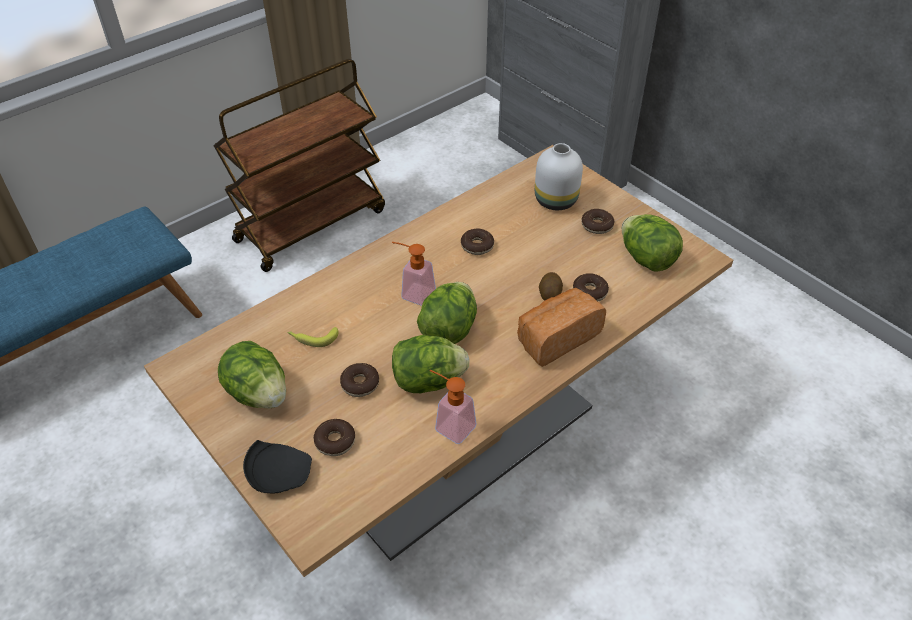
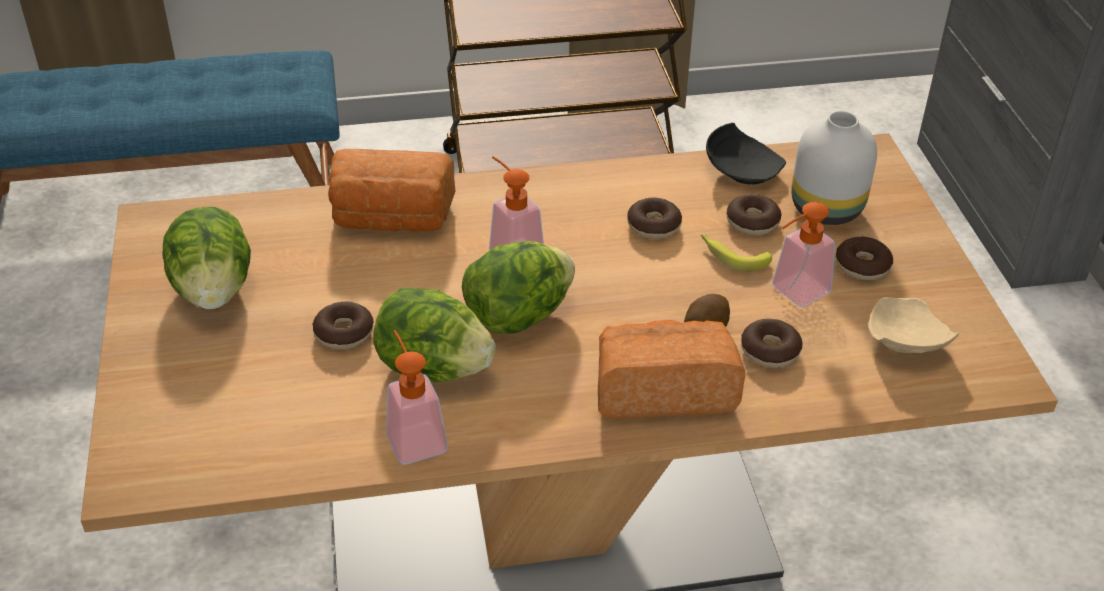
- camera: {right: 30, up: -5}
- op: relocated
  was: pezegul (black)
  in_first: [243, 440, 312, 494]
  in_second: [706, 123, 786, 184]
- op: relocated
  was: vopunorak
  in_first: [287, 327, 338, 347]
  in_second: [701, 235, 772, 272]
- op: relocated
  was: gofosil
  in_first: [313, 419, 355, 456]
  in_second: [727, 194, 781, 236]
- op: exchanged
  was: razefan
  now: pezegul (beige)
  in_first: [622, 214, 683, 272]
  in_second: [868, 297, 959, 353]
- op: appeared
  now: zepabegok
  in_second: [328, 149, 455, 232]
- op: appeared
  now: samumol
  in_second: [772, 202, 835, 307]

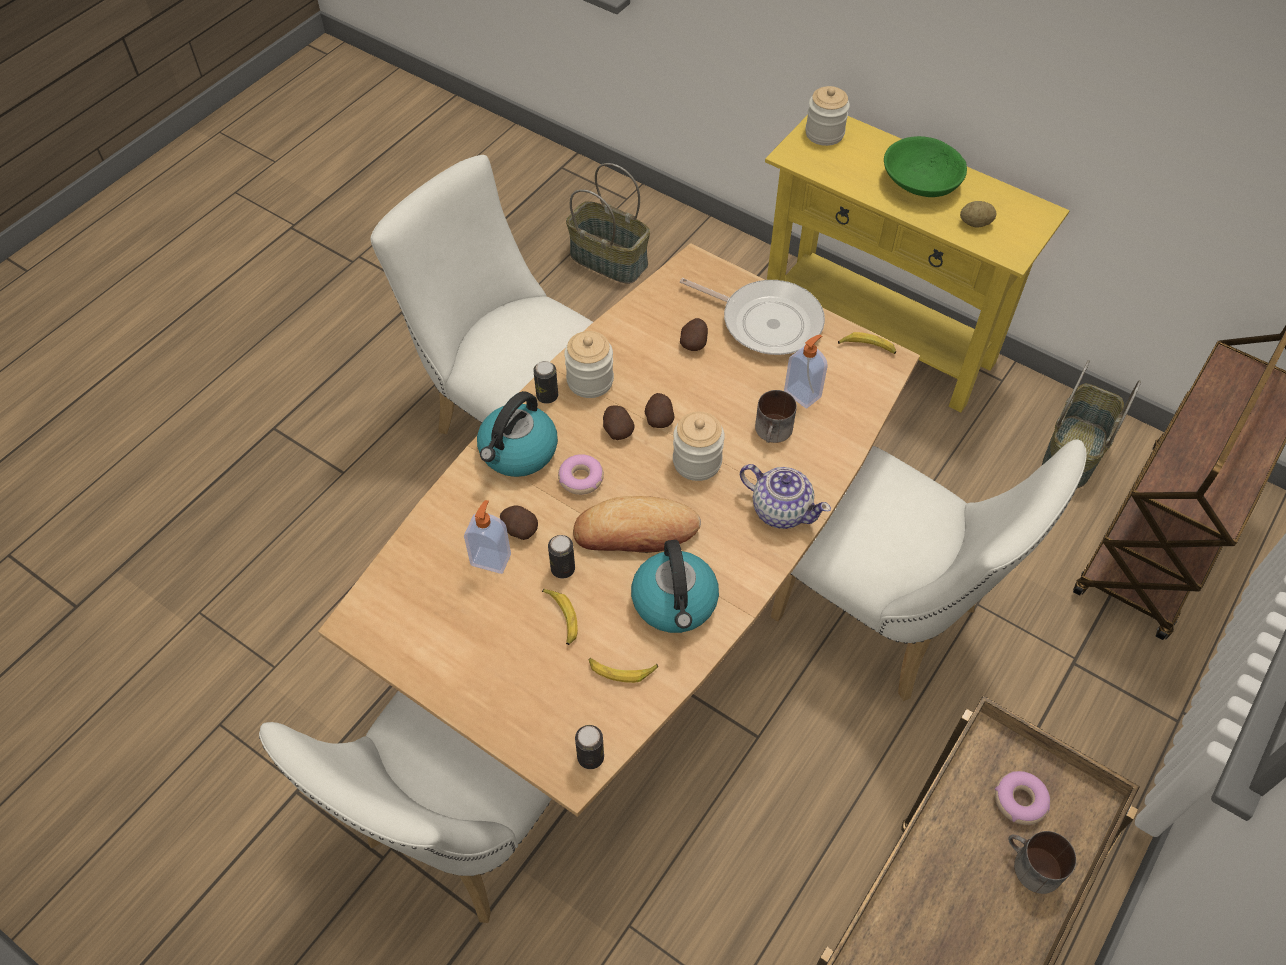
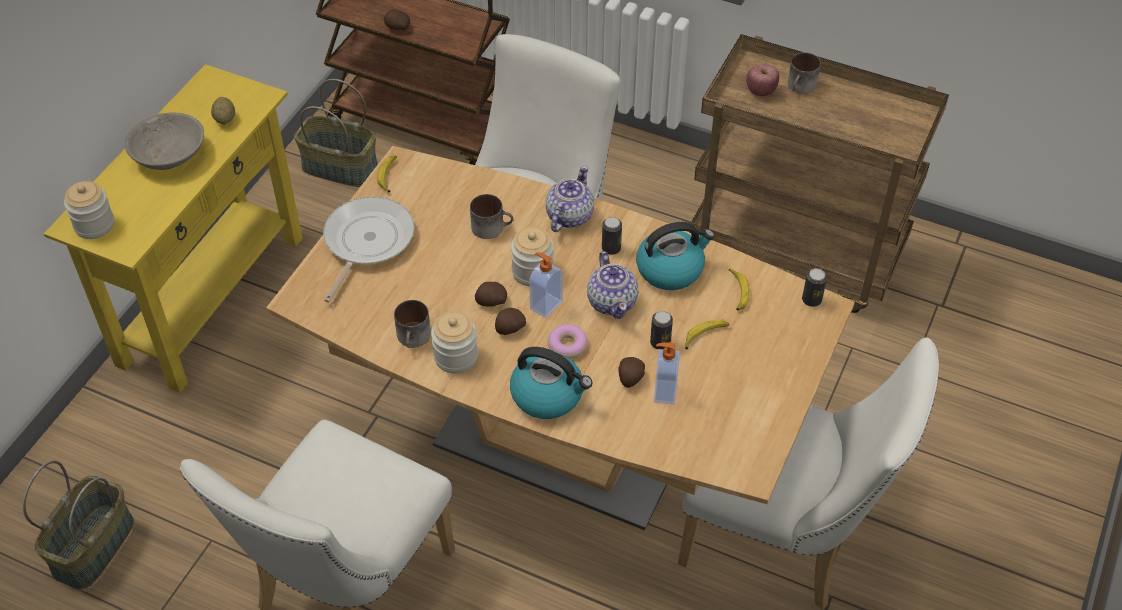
- camera: {right: -100, up: -5}
- op: relocated
  was: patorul
  in_first: [533, 361, 558, 404]
  in_second: [602, 217, 622, 255]
- op: exchanged
  was: zepabegok
  now: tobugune
  in_first: [573, 496, 701, 553]
  in_second: [587, 251, 638, 319]
- op: relocated
  was: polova
  in_first: [680, 318, 708, 351]
  in_second: [384, 9, 410, 30]
- op: relocated
  was: samumol
  in_first: [784, 335, 828, 409]
  in_second: [529, 252, 563, 318]
- op: colour
  was: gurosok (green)
  now: gurosok (grey)
  in_first: [884, 136, 967, 197]
  in_second: [125, 113, 204, 170]
- op: exchanged
  was: gofosil
  now: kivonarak
  in_first: [995, 771, 1050, 825]
  in_second: [746, 64, 779, 96]
- op: appeared
  now: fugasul
  in_second: [394, 300, 431, 348]

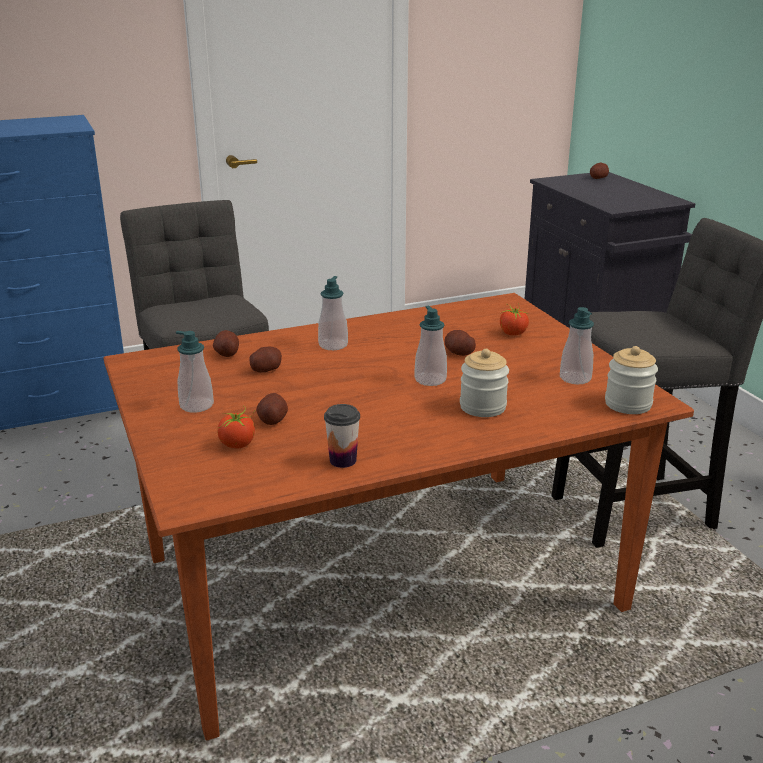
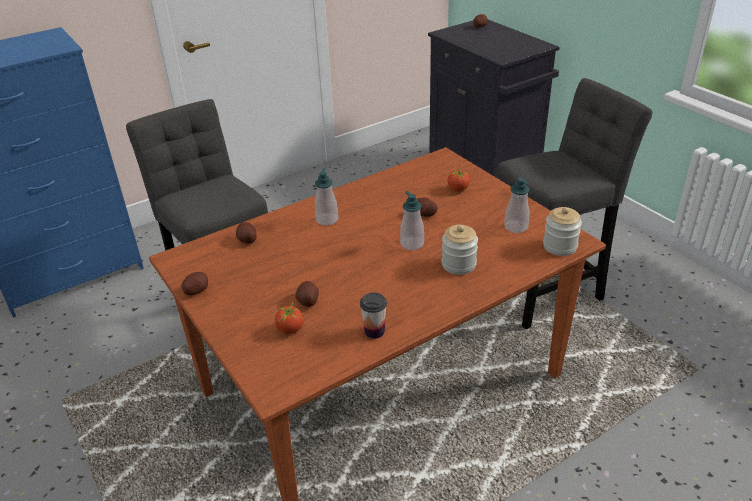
- camera: {right: -10, up: 10}
- op: missing
  was: samumol
  in_first: [176, 331, 214, 413]
- op: relocated
  was: polova
  in_first: [250, 347, 282, 373]
  in_second: [181, 272, 208, 295]

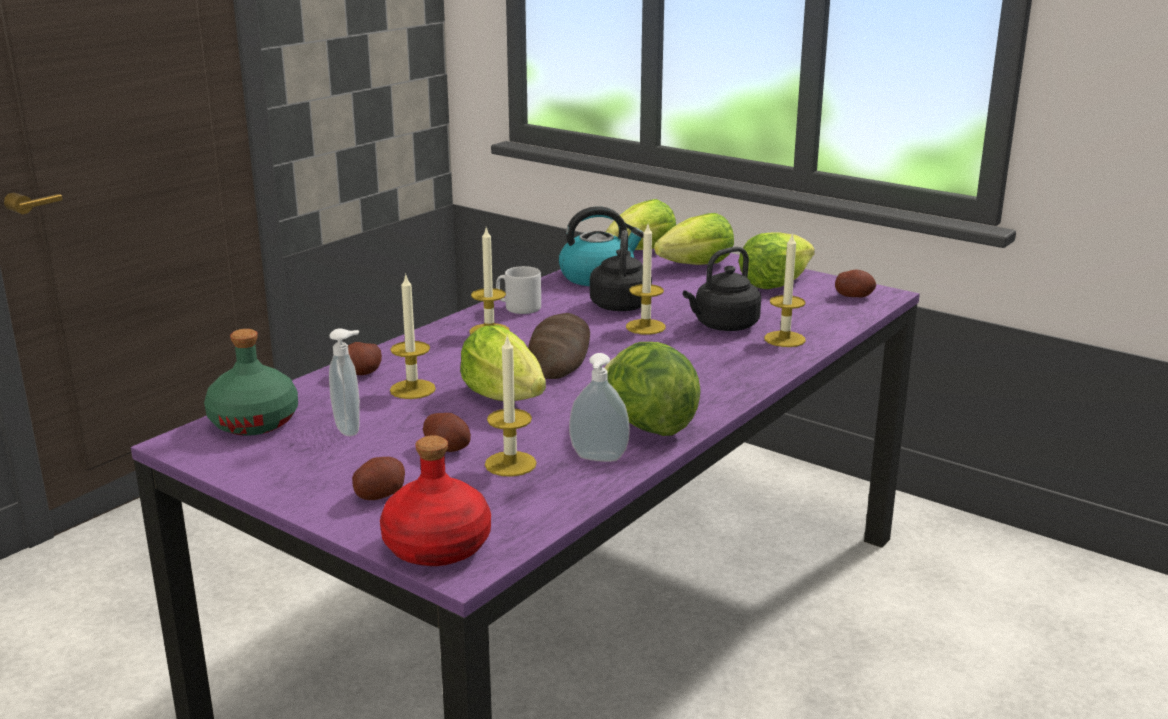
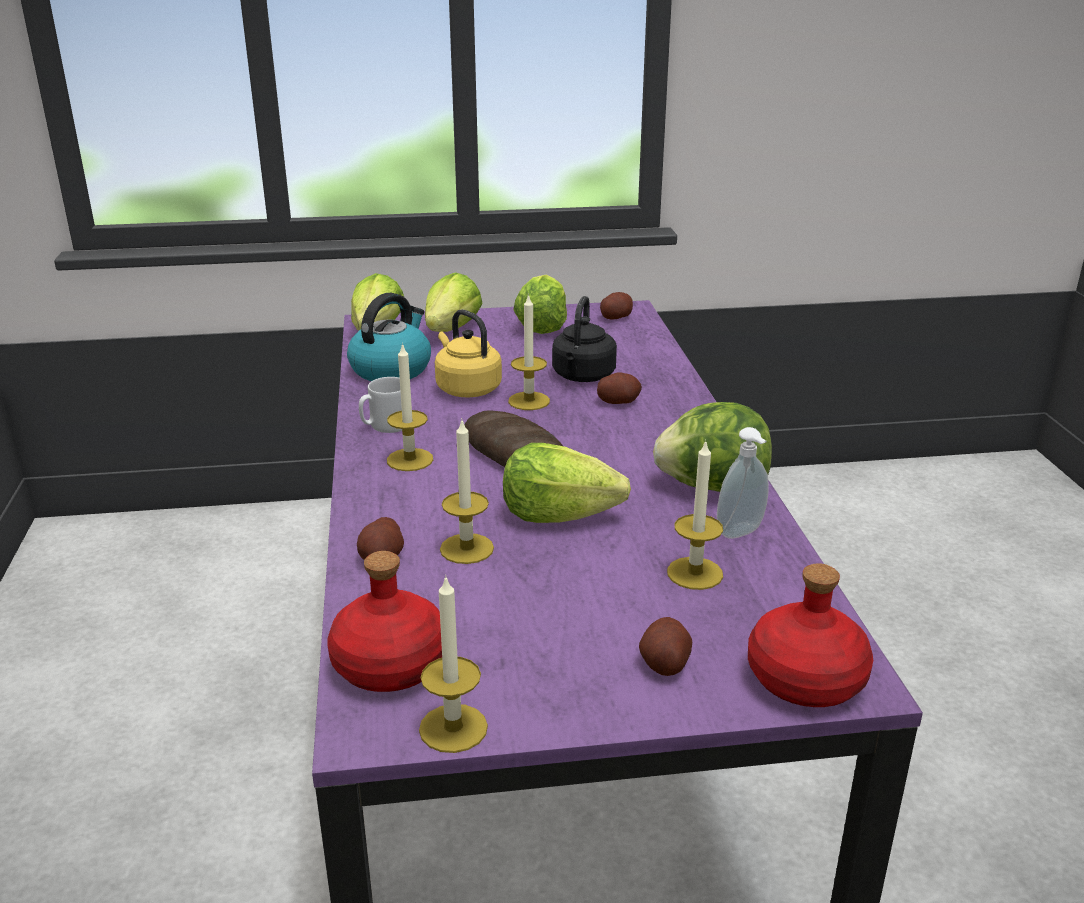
- camera: {right: -45, up: 5}
- op: colour
  was: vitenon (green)
  now: vitenon (red)
  in_first: [204, 329, 298, 436]
  in_second: [327, 551, 442, 692]
- op: missing
  was: samumol
  in_first: [329, 328, 360, 436]
- op: relocated
  was: polova
  in_first: [423, 413, 471, 452]
  in_second: [597, 372, 642, 404]
- op: colour
  was: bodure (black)
  now: bodure (yellow)
  in_first: [590, 230, 652, 311]
  in_second: [435, 309, 502, 397]
- op: relocated
  was: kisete
  in_first: [764, 232, 806, 347]
  in_second: [419, 575, 488, 753]

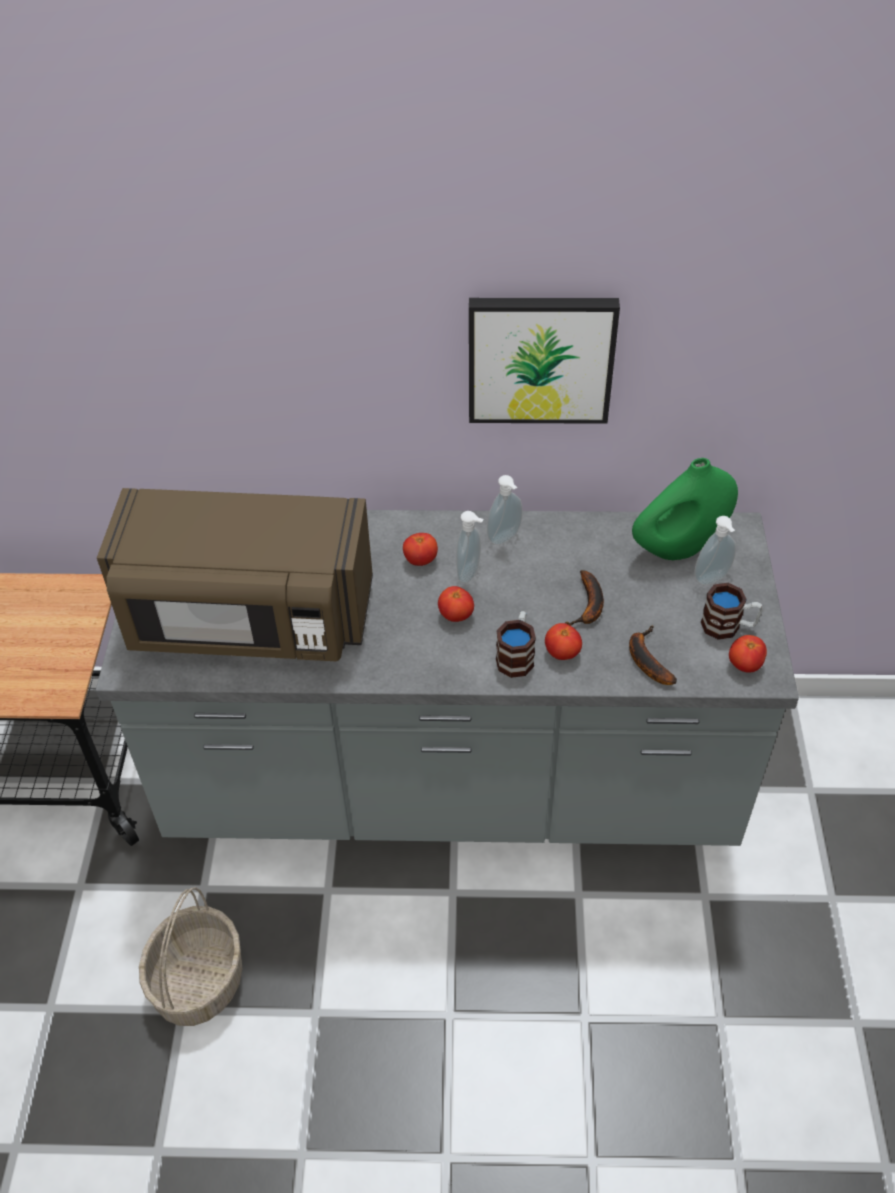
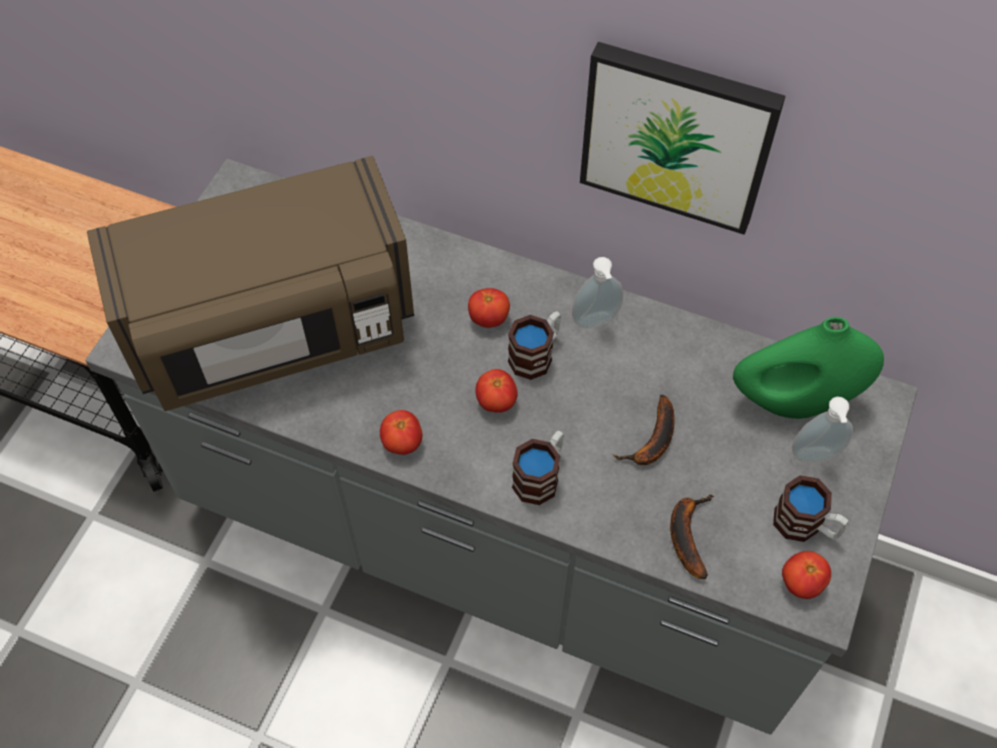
- camera: {right: 20, up: 10}
- op: spun
  was: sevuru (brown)
  in_first: [97, 488, 373, 661]
  in_second: [87, 156, 414, 411]
  clockwise: -45
- op: missing
  was: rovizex
  in_first: [139, 887, 242, 1026]
- op: exchanged
  was: samumol
  now: fugasul
  in_first: [456, 511, 483, 583]
  in_second: [508, 311, 561, 380]
- op: relocated
  was: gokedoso
  in_first: [545, 623, 582, 660]
  in_second: [380, 410, 423, 455]

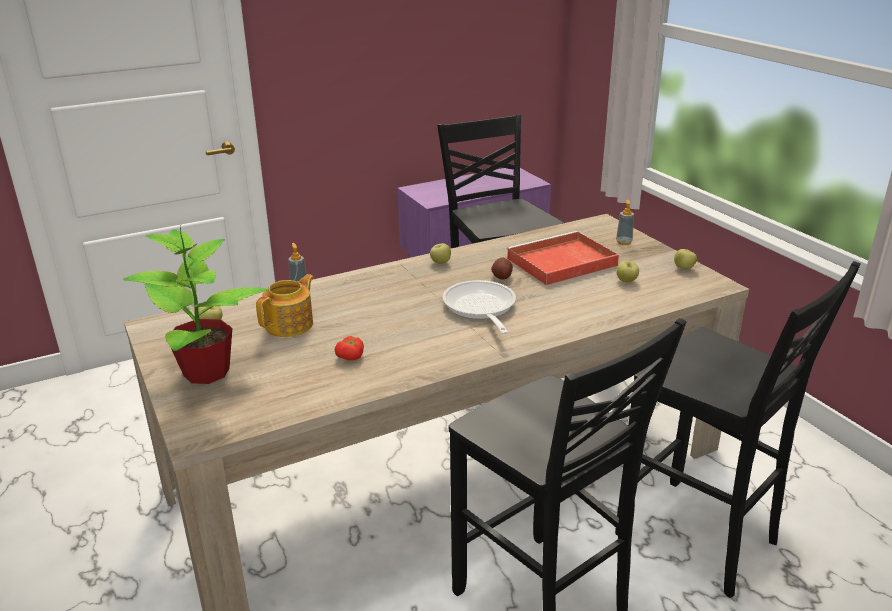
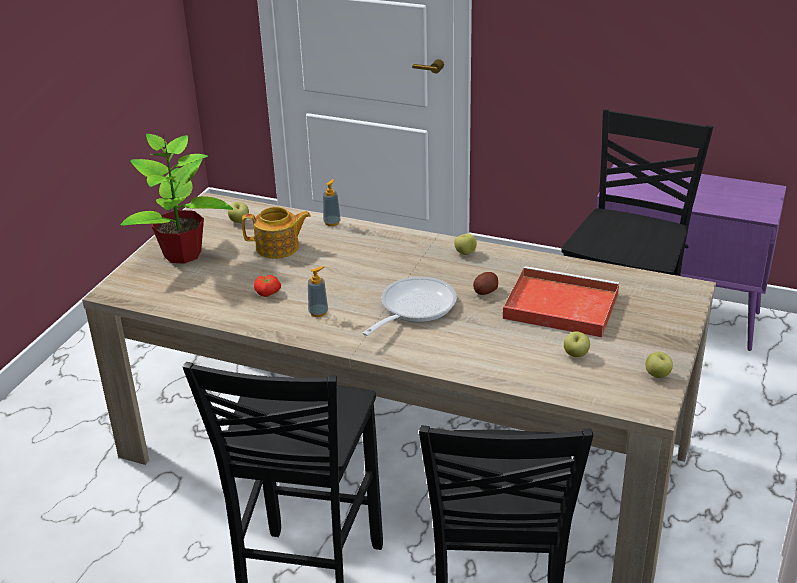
- camera: {right: 50, up: 5}
- op: relocated
  was: samumol
  in_first: [616, 200, 634, 245]
  in_second: [308, 266, 328, 317]

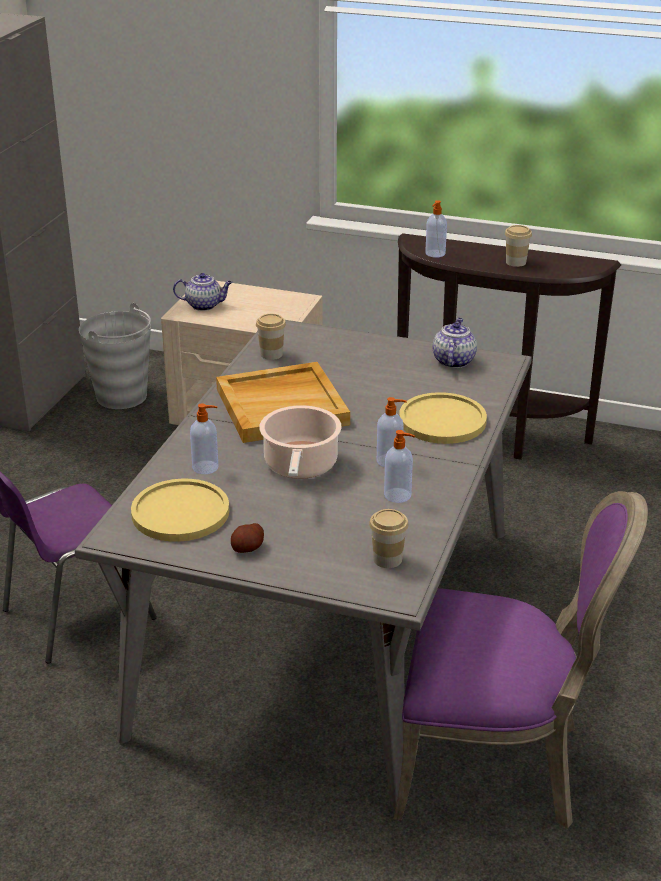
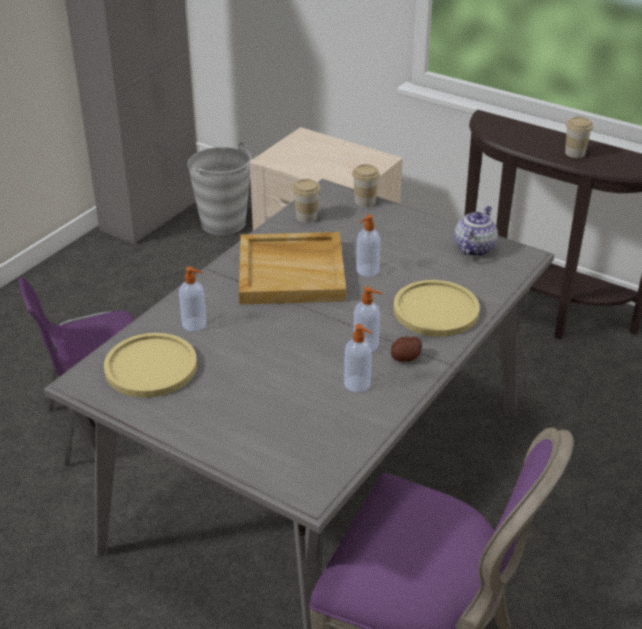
- camera: {right: 15, up: 5}
- op: missing
  was: tobugune
  in_first: [173, 273, 233, 311]
- op: relocated
  was: polova
  in_first: [231, 523, 264, 553]
  in_second: [391, 337, 422, 362]
- op: missing
  was: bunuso
  in_first: [259, 405, 342, 479]
- op: relocated
  was: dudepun
  in_first: [369, 509, 408, 568]
  in_second: [352, 164, 380, 207]
- op: relocated
  was: samumol
  in_first: [425, 200, 447, 258]
  in_second: [356, 215, 381, 277]

